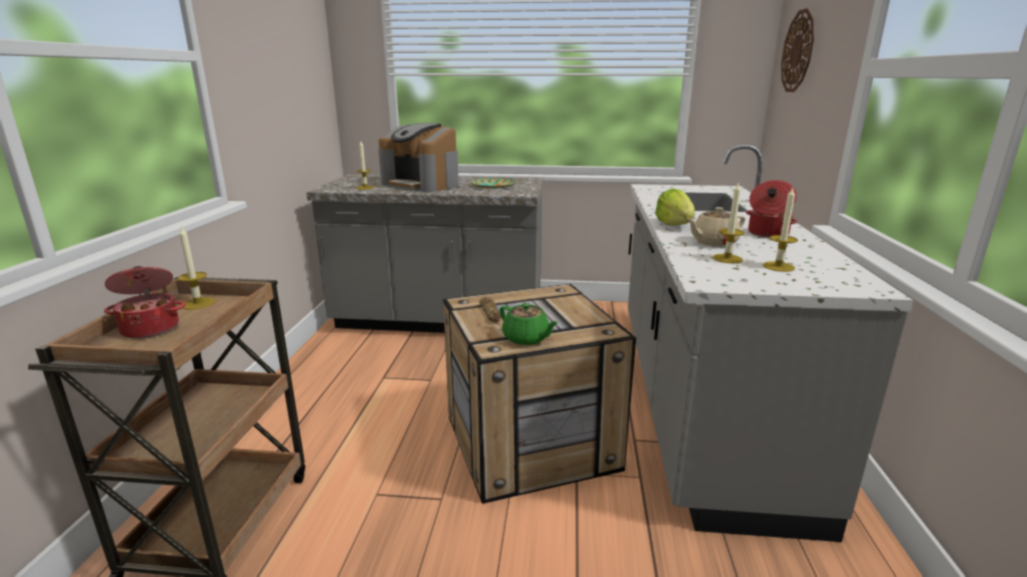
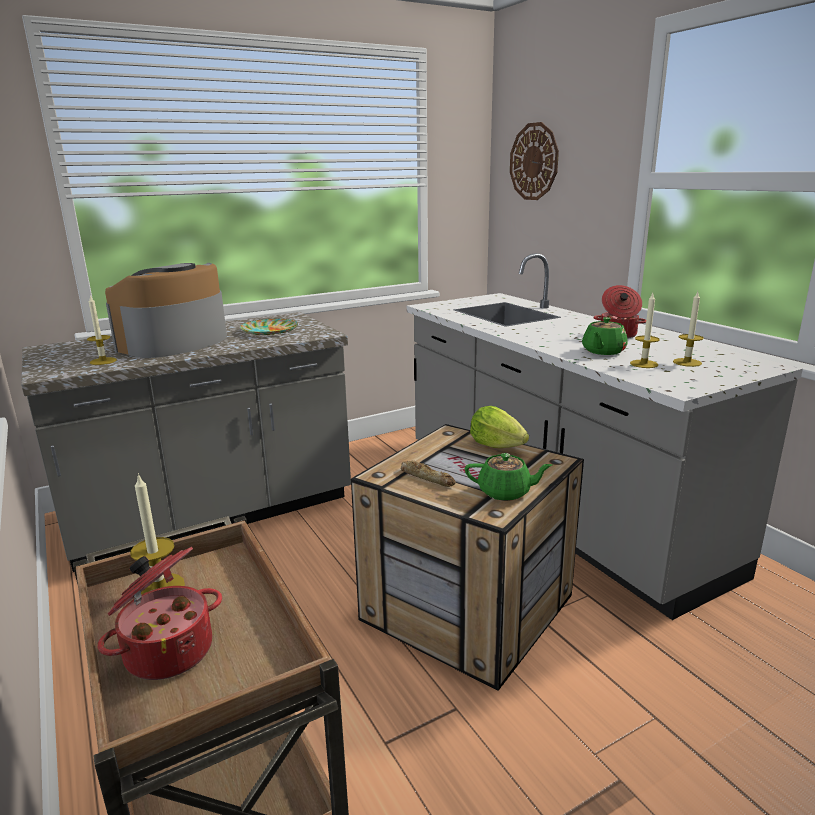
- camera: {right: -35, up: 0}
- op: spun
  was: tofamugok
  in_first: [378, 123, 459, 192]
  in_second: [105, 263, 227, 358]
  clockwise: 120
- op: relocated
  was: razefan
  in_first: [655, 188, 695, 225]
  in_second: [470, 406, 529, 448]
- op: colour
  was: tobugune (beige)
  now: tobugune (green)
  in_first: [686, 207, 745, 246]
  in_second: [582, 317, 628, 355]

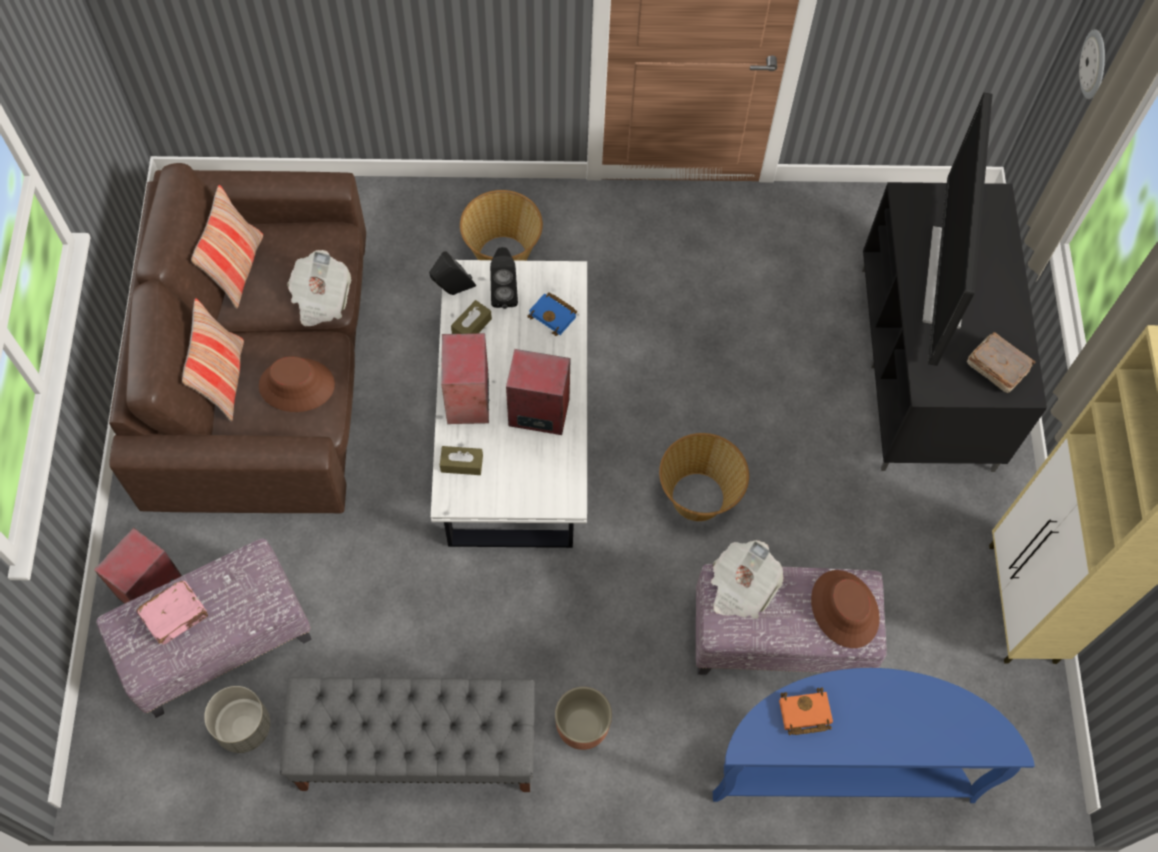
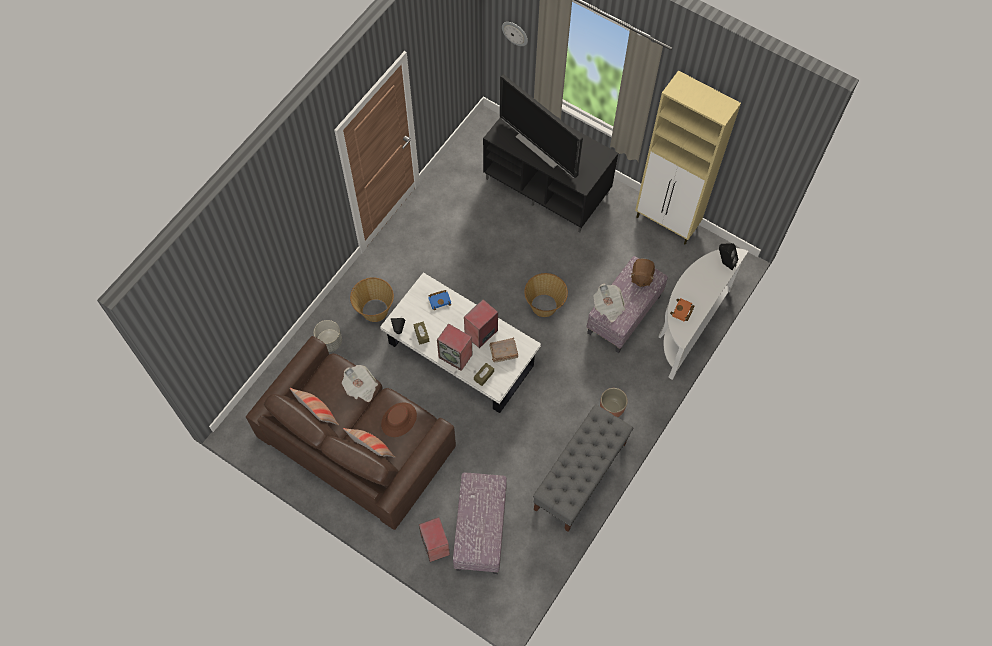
- camera: {right: -55, up: 0}
- op: missing
  was: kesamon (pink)
  in_first: [137, 581, 208, 645]
- op: relocated
  was: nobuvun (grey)
  in_first: [204, 686, 270, 753]
  in_second: [314, 320, 342, 352]
- op: relocated
  was: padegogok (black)
  in_first: [490, 247, 518, 309]
  in_second: [719, 243, 738, 270]
- op: colour
  was: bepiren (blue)
  now: bepiren (white)
  in_first: [713, 668, 1035, 803]
  in_second: [658, 248, 748, 380]
- op: exchanged
  was: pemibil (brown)
  now: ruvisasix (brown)
  in_first: [811, 570, 880, 648]
  in_second: [631, 258, 655, 287]
- op: relocated
  was: kesamon (brown)
  in_first: [967, 332, 1036, 393]
  in_second: [490, 338, 518, 363]

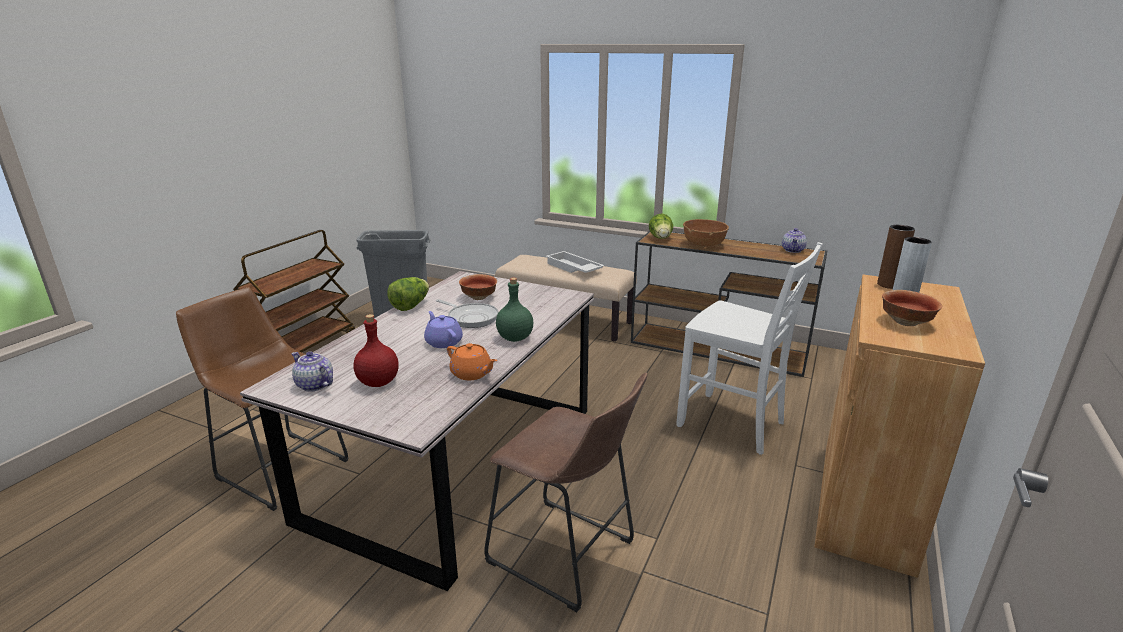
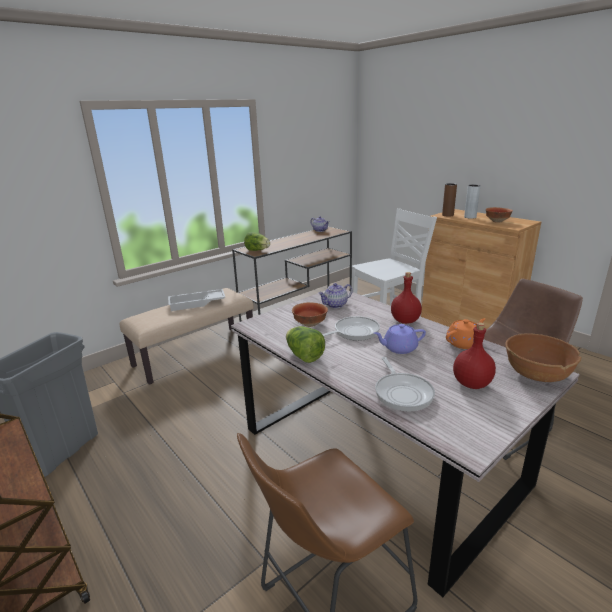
- camera: {right: -65, up: 0}
- op: relocated
  was: tobugune
  in_first: [292, 351, 333, 392]
  in_second: [318, 283, 352, 308]
- op: colour
  was: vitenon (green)
  now: vitenon (red)
  in_first: [496, 277, 533, 342]
  in_second: [391, 272, 422, 324]
- op: relocated
  was: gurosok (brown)
  in_first: [683, 219, 729, 248]
  in_second: [505, 333, 581, 382]
- op: appeared
  now: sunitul
  in_second: [375, 357, 435, 411]

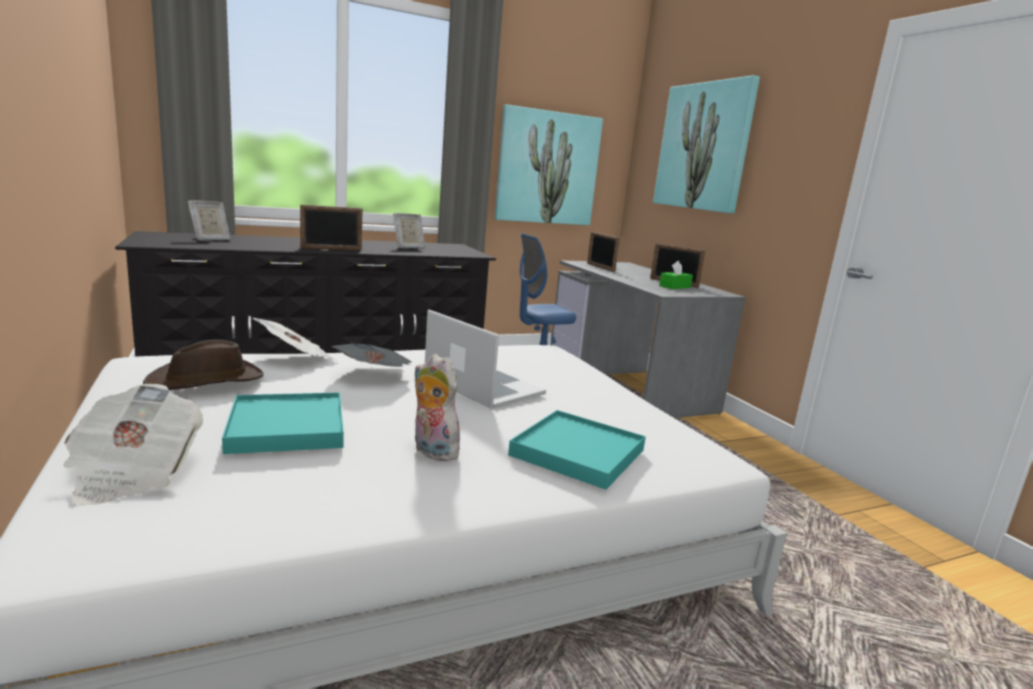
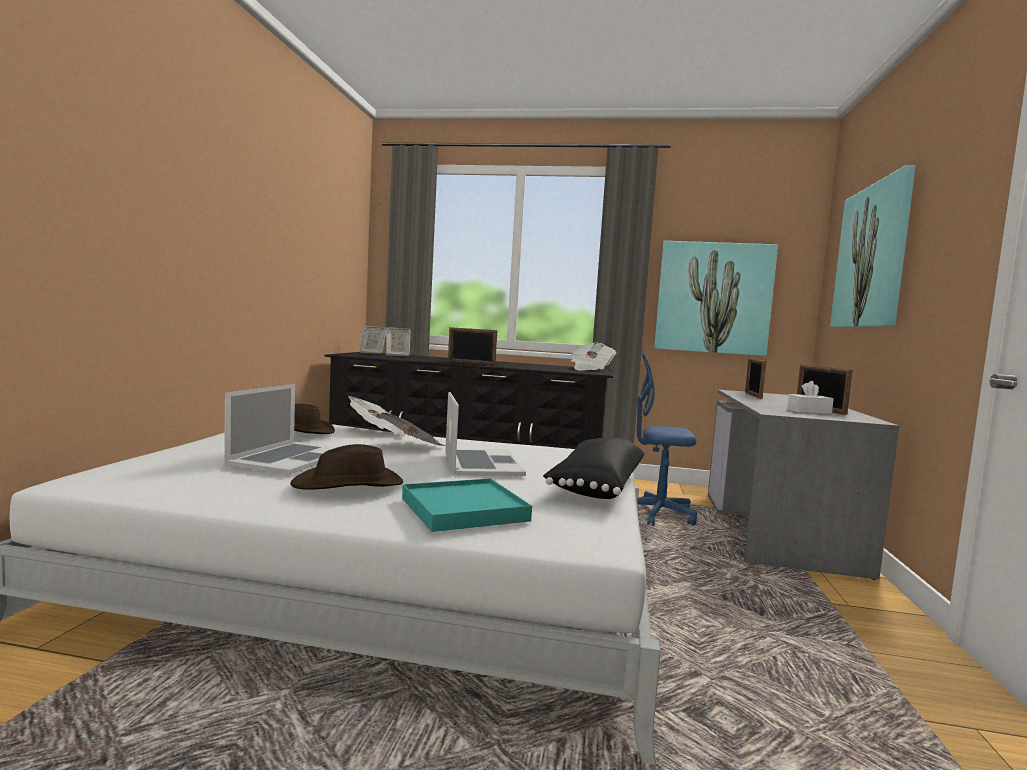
- camera: {right: 35, up: -10}
- op: relocated
  was: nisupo
  in_first: [63, 384, 203, 506]
  in_second: [571, 343, 616, 371]
- op: exchanged
  was: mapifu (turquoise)
  now: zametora
  in_first: [222, 392, 344, 454]
  in_second: [224, 384, 337, 474]
- op: relocated
  was: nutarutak
  in_first: [393, 213, 425, 248]
  in_second: [360, 326, 386, 354]
- op: exchanged
  was: ruvisasix
  now: pemibil (brown)
  in_first: [414, 354, 465, 462]
  in_second: [290, 444, 403, 490]
- op: colour
  was: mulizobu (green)
  now: mulizobu (white)
  in_first: [659, 261, 693, 289]
  in_second: [787, 381, 834, 414]
- op: appeared
  now: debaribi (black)
  in_second: [543, 437, 645, 499]

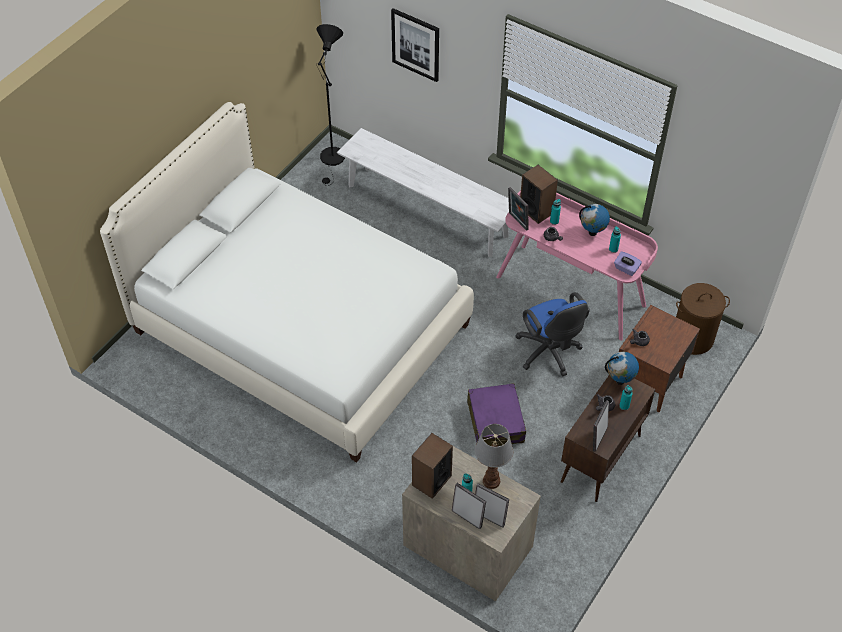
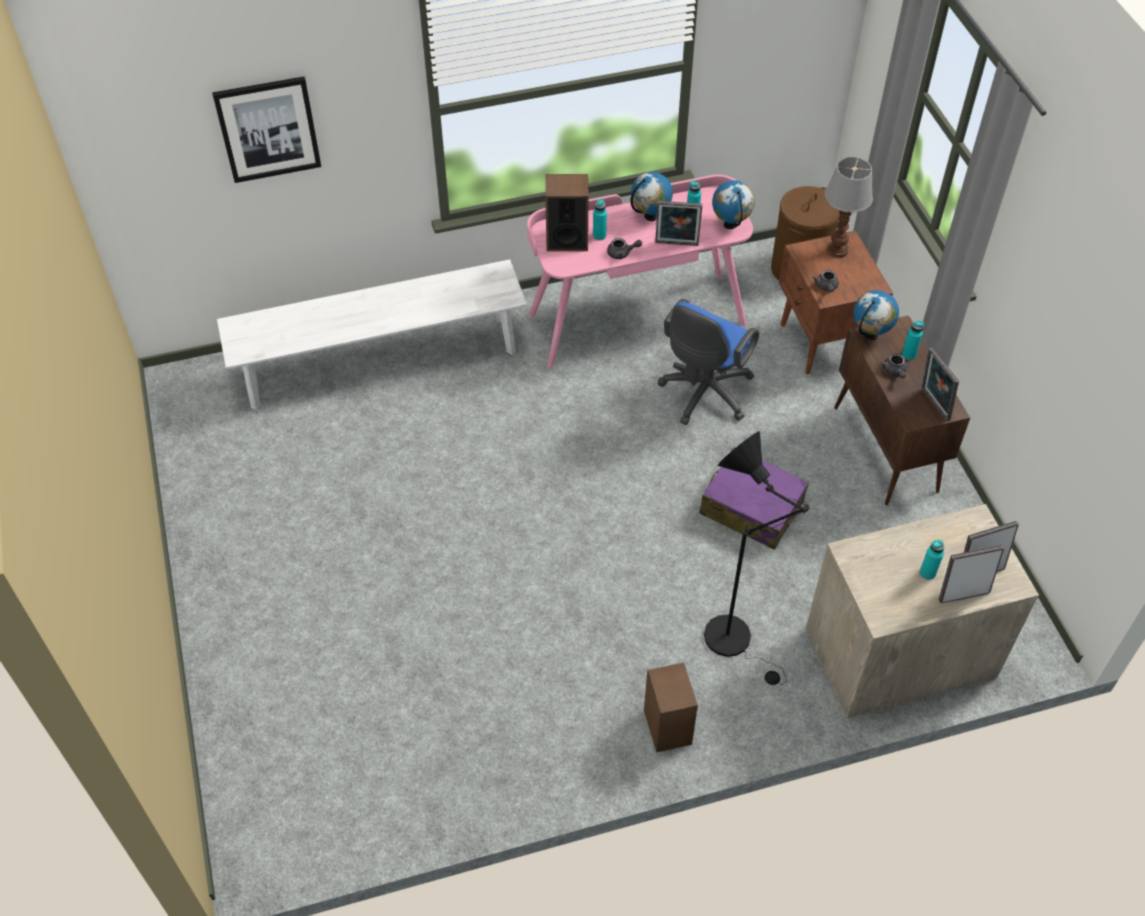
- camera: {right: -50, up: 0}
- op: missing
  was: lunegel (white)
  in_first: [100, 102, 474, 463]
- op: relocated
  was: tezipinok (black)
  in_first: [317, 24, 345, 186]
  in_second: [704, 431, 809, 685]
- op: relocated
  was: padegogok
  in_first: [412, 433, 453, 499]
  in_second: [644, 663, 698, 752]
- op: relocated
  was: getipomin
  in_first: [475, 424, 513, 489]
  in_second: [825, 157, 873, 258]
- op: relocated
  was: nutarutak
  in_first: [508, 187, 529, 231]
  in_second: [655, 201, 702, 246]
- op: spun
  was: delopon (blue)
  in_first: [516, 292, 590, 376]
  in_second: [658, 299, 759, 425]
  clockwise: 105
- op: exchanged
  was: mulizobu (purple)
  now: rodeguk
  in_first: [614, 251, 642, 276]
  in_second: [712, 180, 755, 229]

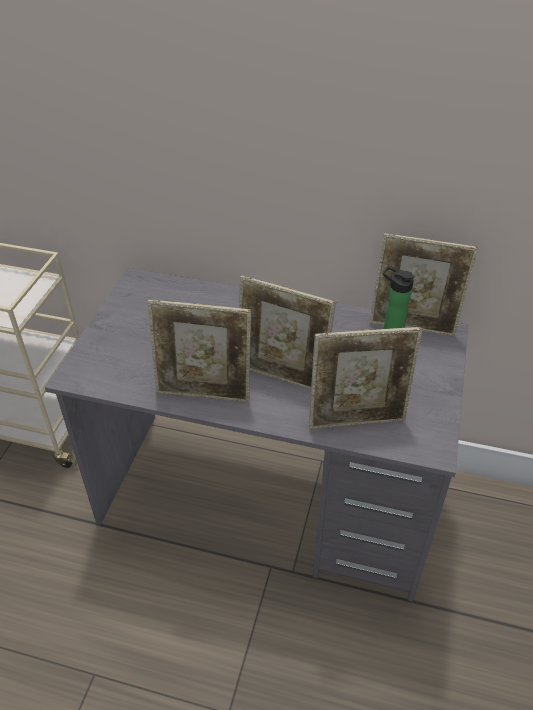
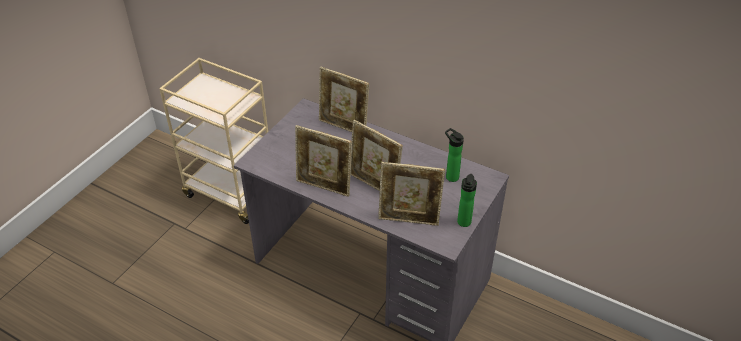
- camera: {right: 15, up: 0}
- op: relocated
  was: nutarutak
  in_first: [369, 233, 478, 336]
  in_second: [319, 67, 369, 132]
- op: appeared
  now: vitenon
  in_second: [457, 174, 477, 227]

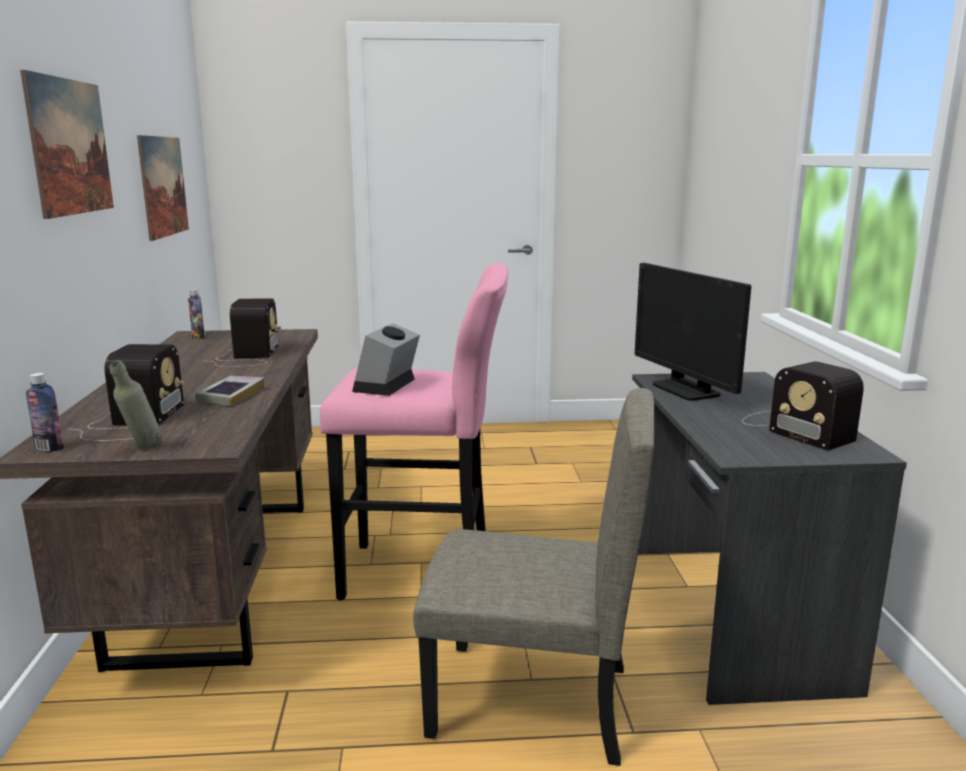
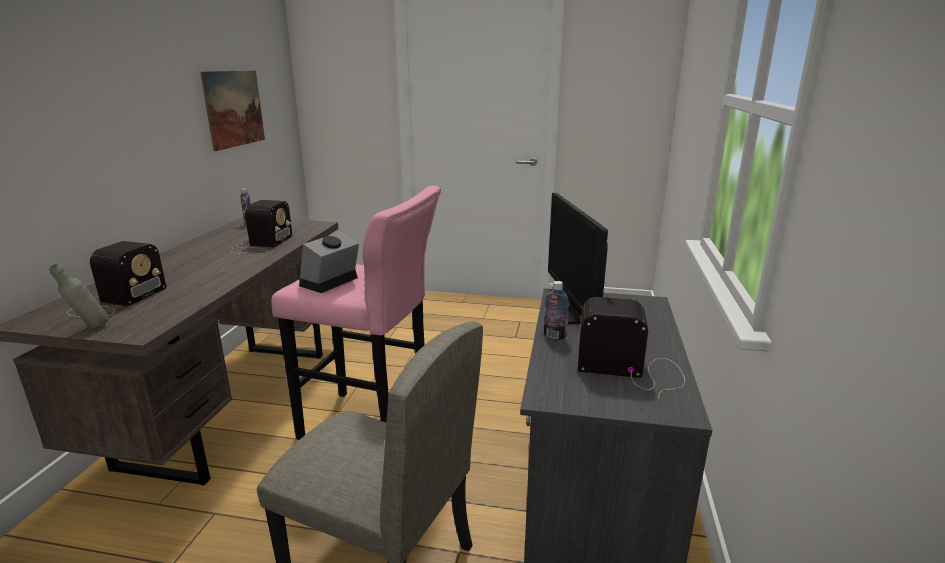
- camera: {right: 15, up: 5}
- op: missing
  was: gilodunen
  in_first: [20, 70, 114, 219]
- op: relocated
  was: vitenon
  in_first: [26, 373, 64, 452]
  in_second: [544, 281, 569, 340]
- op: missing
  was: kesamon
  in_first: [195, 376, 264, 406]
- op: spun
  was: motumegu
  in_first: [742, 361, 864, 451]
  in_second: [578, 297, 685, 399]
  clockwise: 120

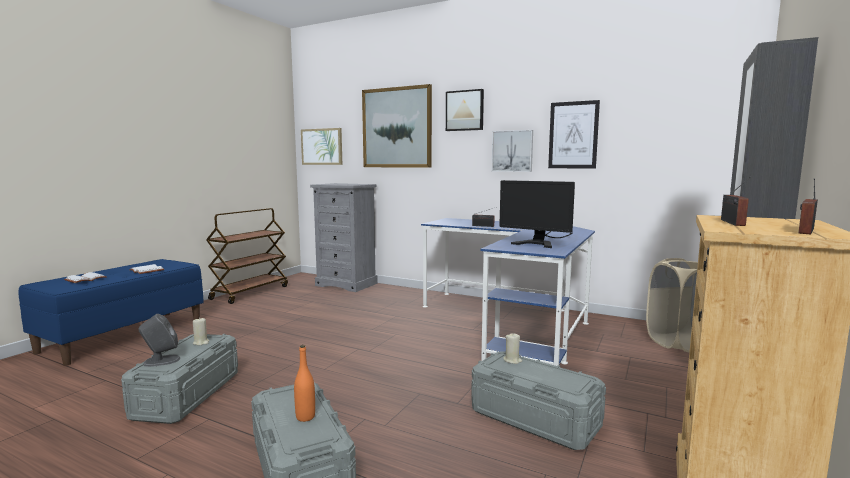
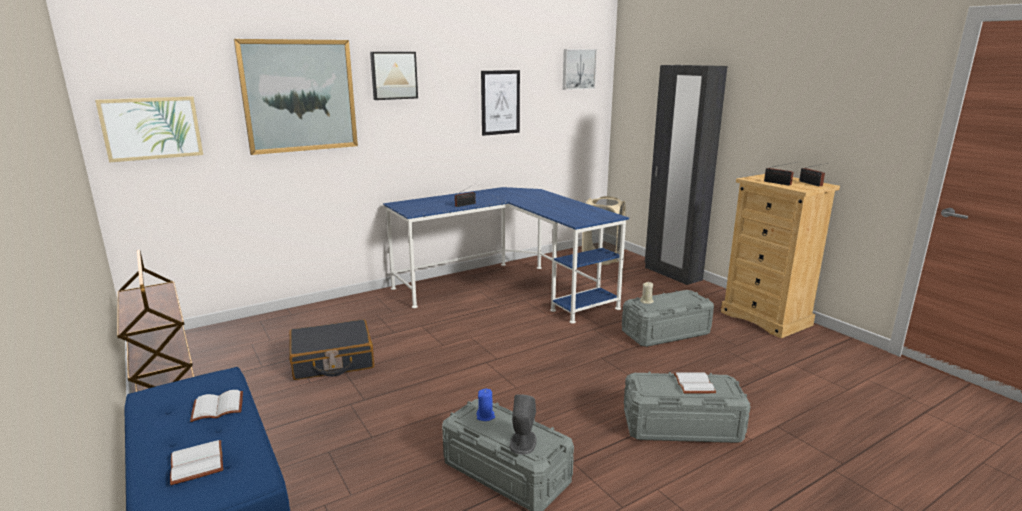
- camera: {right: -60, up: 10}
- op: colour
  was: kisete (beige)
  now: kisete (blue)
  in_first: [193, 317, 209, 346]
  in_second: [476, 389, 495, 421]
- op: exchanged
  was: vitenon (orange)
  now: kesamon (white)
  in_first: [294, 345, 315, 422]
  in_second: [674, 373, 716, 394]
- op: missing
  was: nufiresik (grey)
  in_first: [310, 183, 378, 292]
- op: relocated
  was: gilodunen
  in_first: [492, 130, 533, 172]
  in_second: [563, 49, 597, 90]
- op: missing
  was: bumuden
  in_first: [499, 180, 575, 248]
- op: appeared
  now: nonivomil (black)
  in_second: [289, 320, 374, 380]

